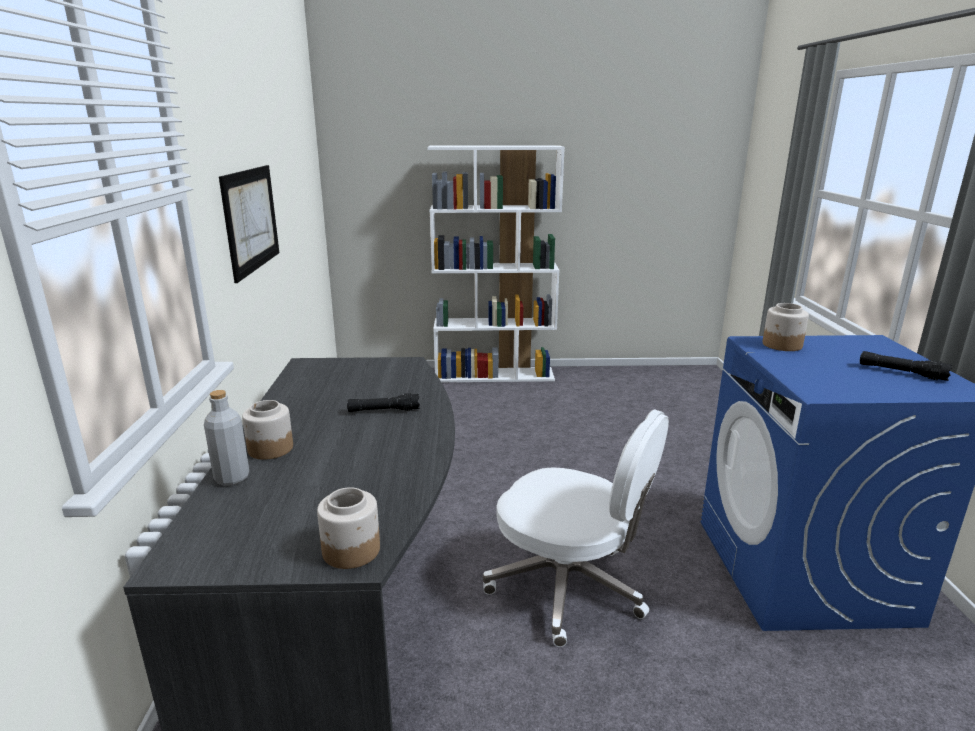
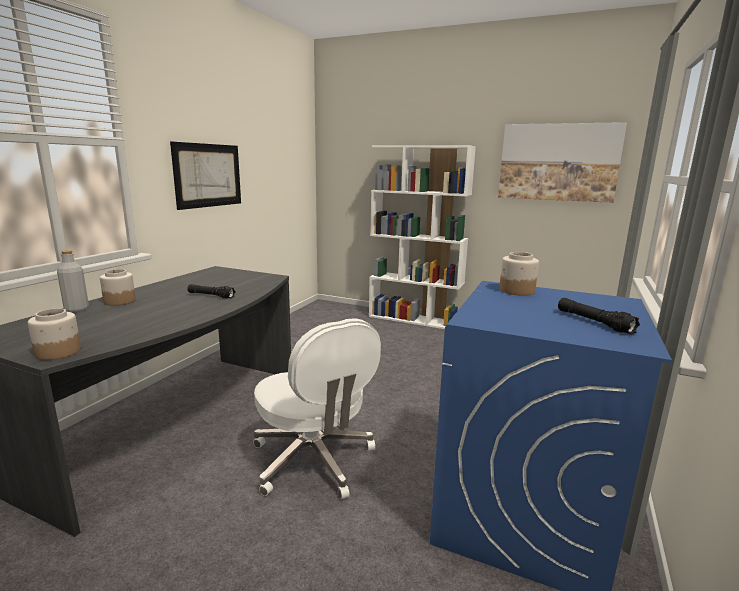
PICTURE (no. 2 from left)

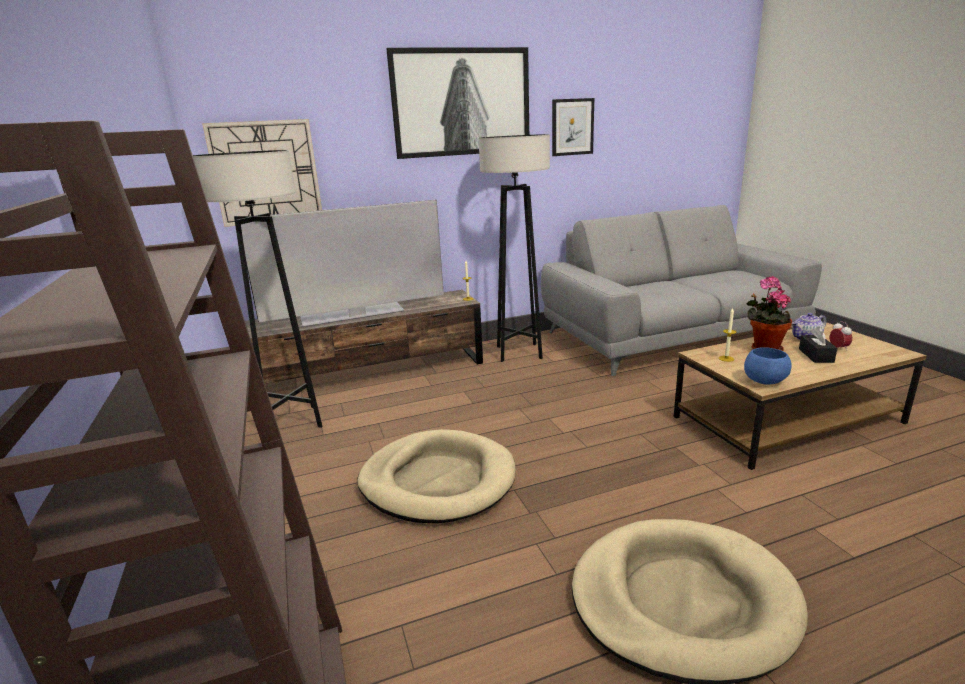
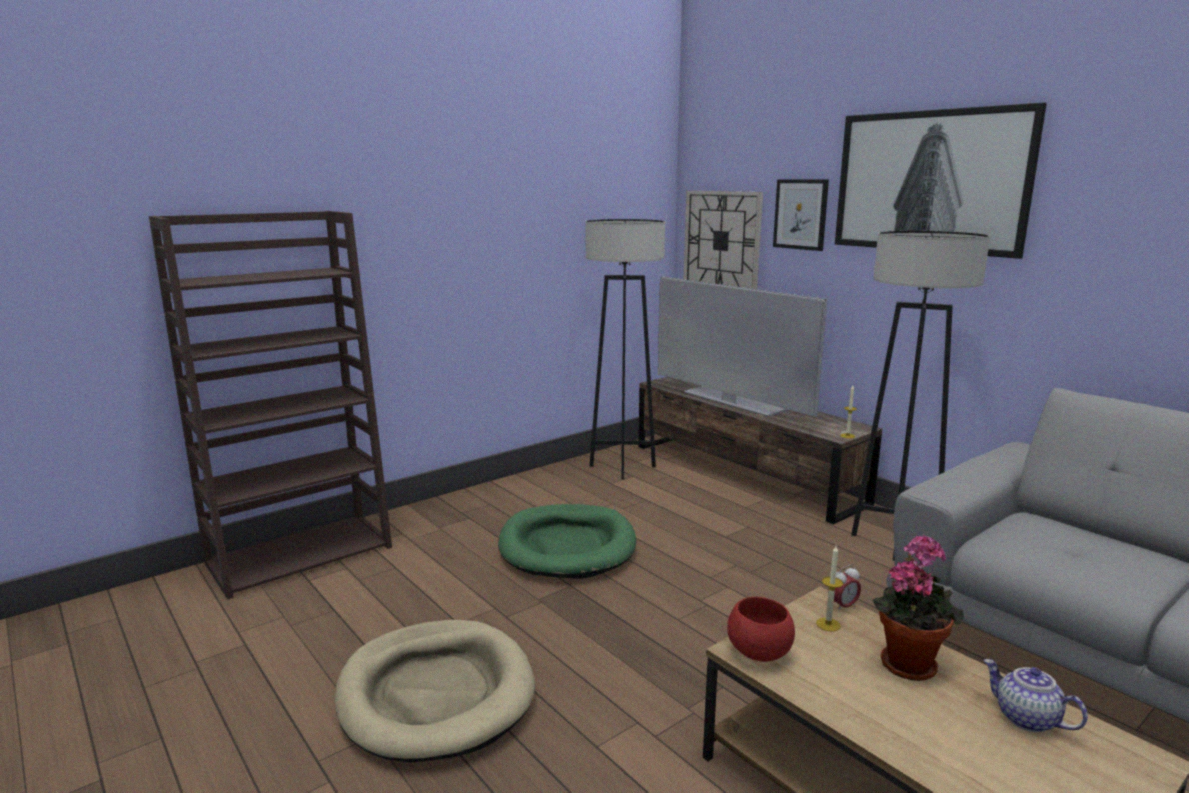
GREEN DOG BED
RED BOWL
PICTURE (no. 1 from left)
ALARM CLOCK
BLACK TISSUE BOX

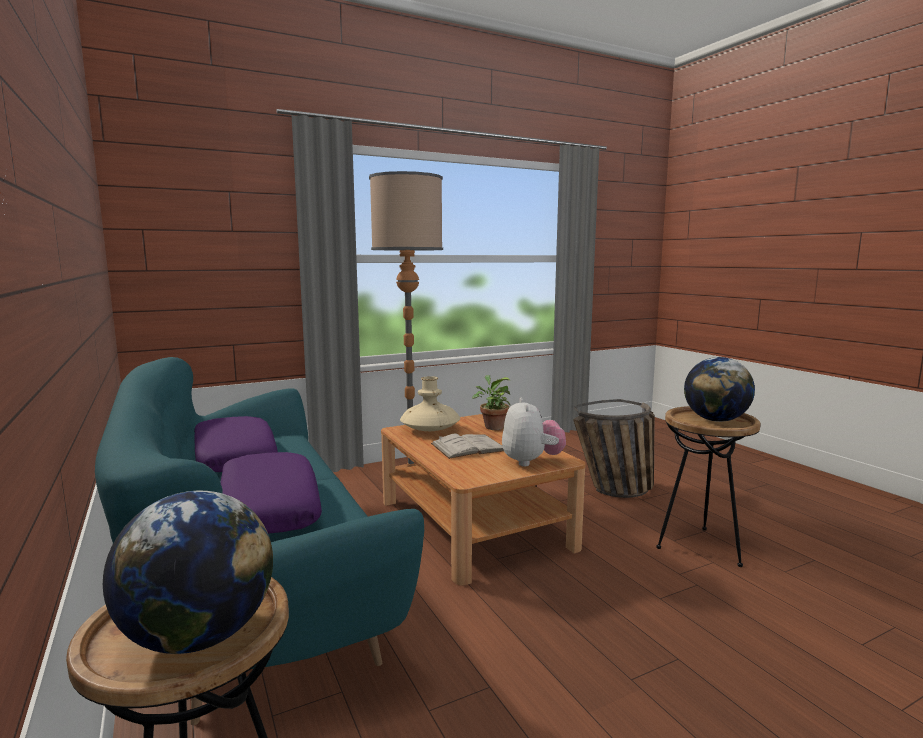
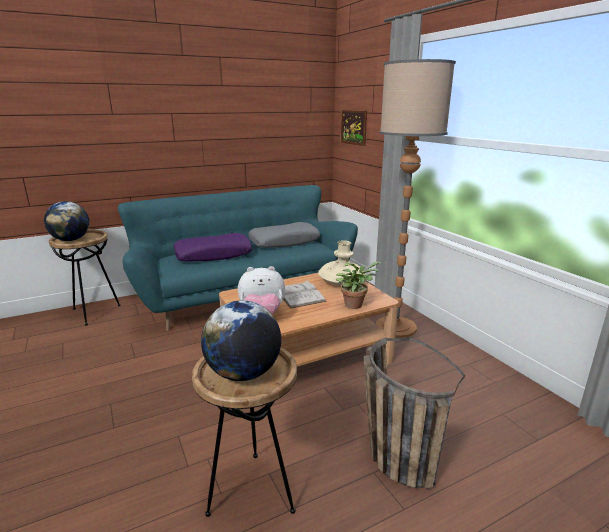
GREY PILLOW
PICTURE

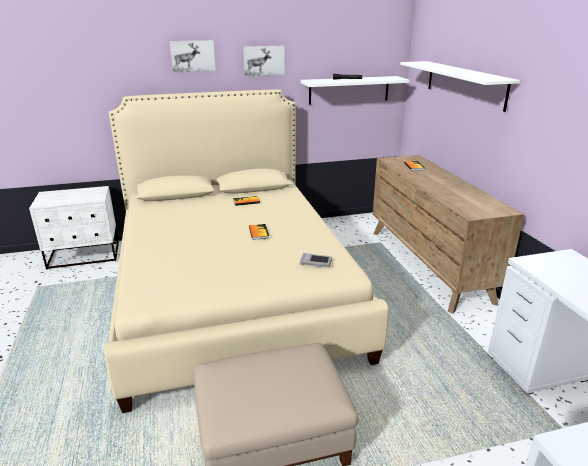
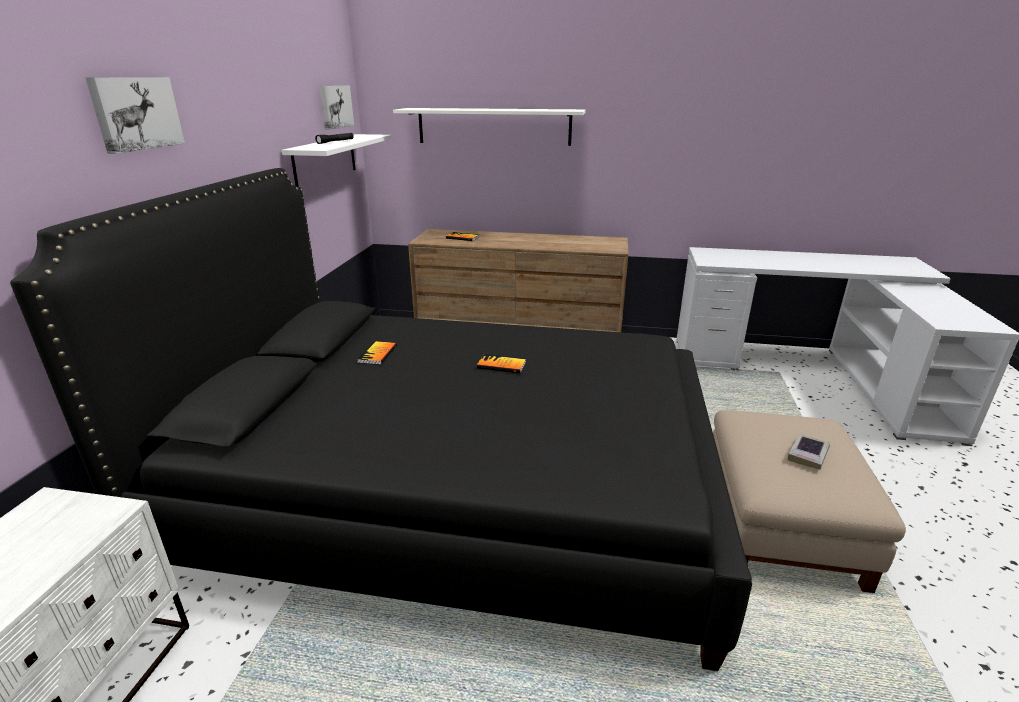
BLACK BED
PICTURE (no. 2 from left)
BOOK (no. 4 from left)

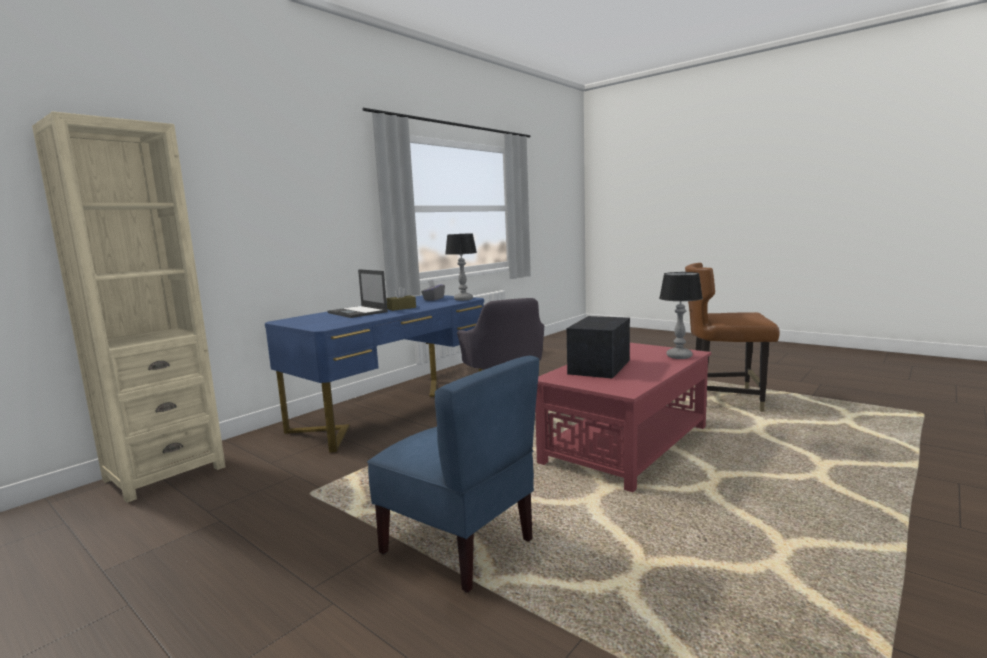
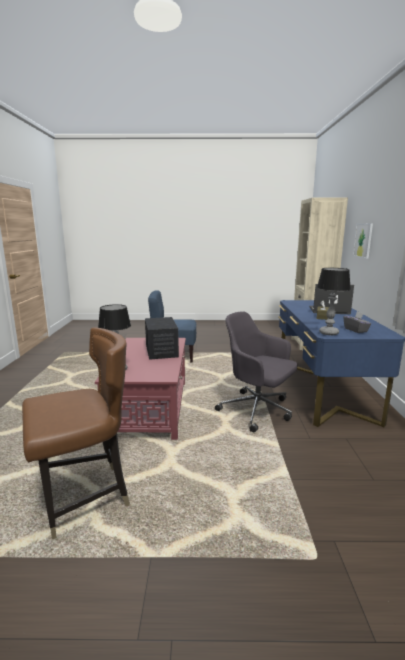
PICTURE

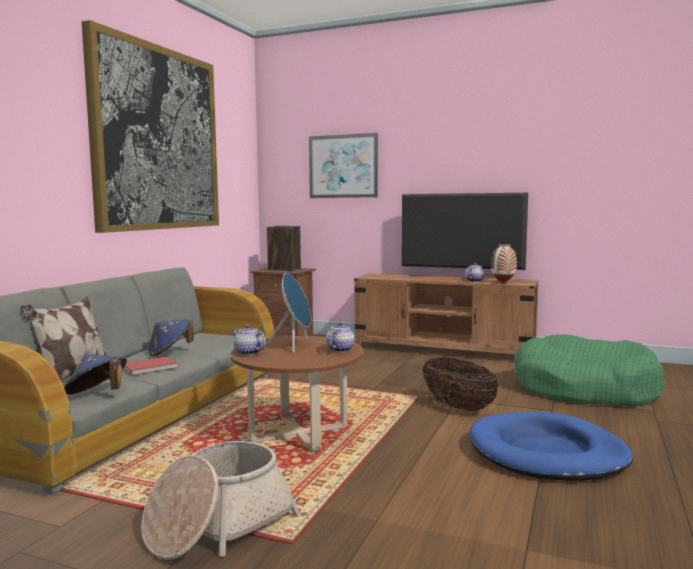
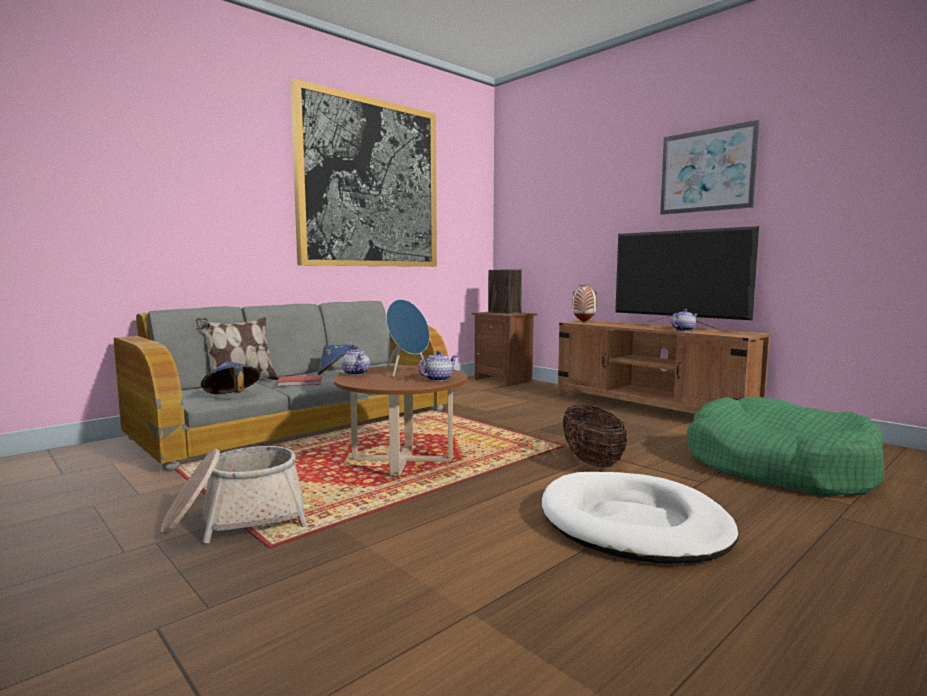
WHITE DOG BED
VASE
PICTURE (no. 2 from left)

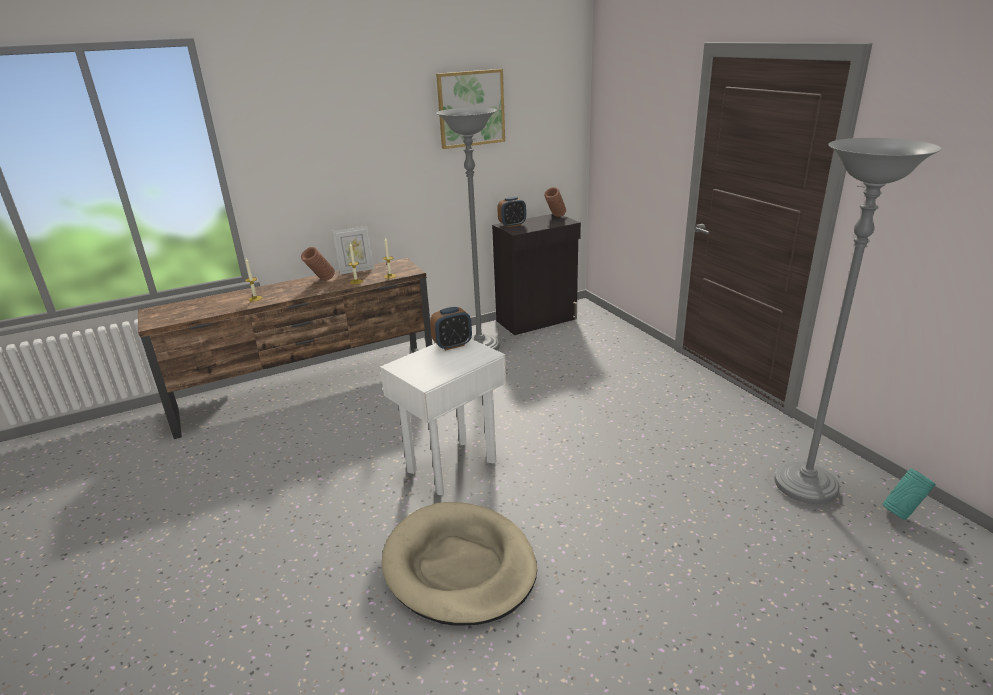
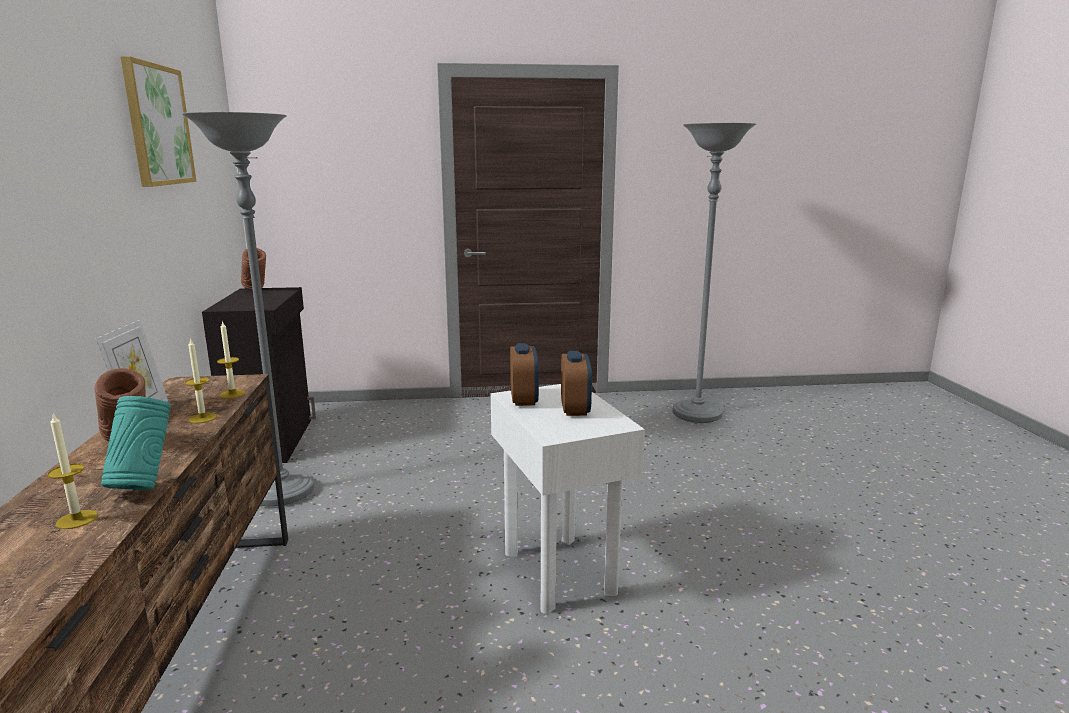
TURQUOISE VASE
ALARM CLOCK (no. 2 from left)
BEIGE DOG BED

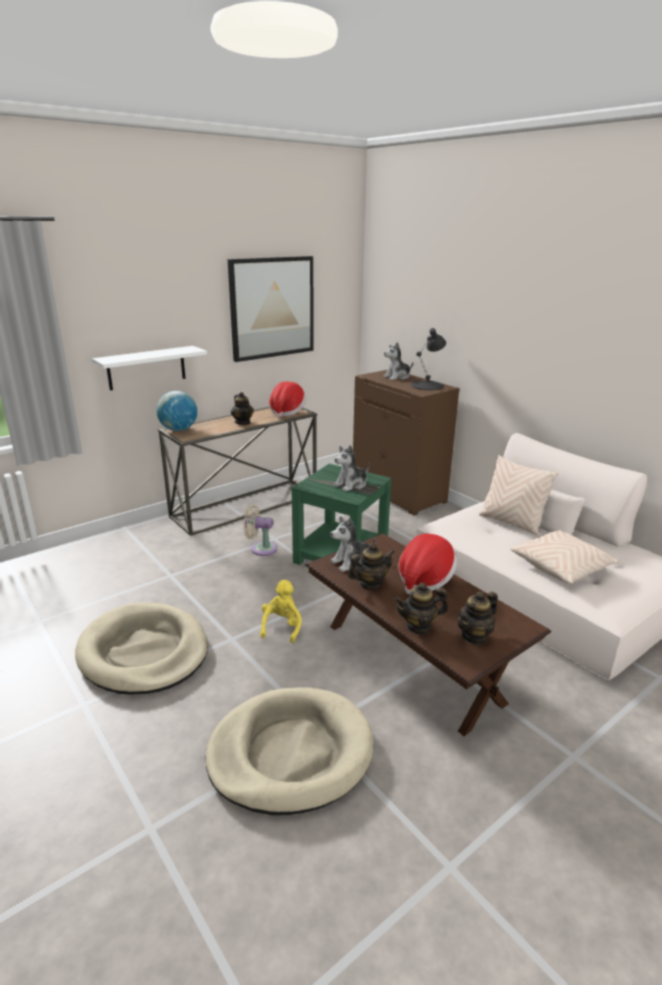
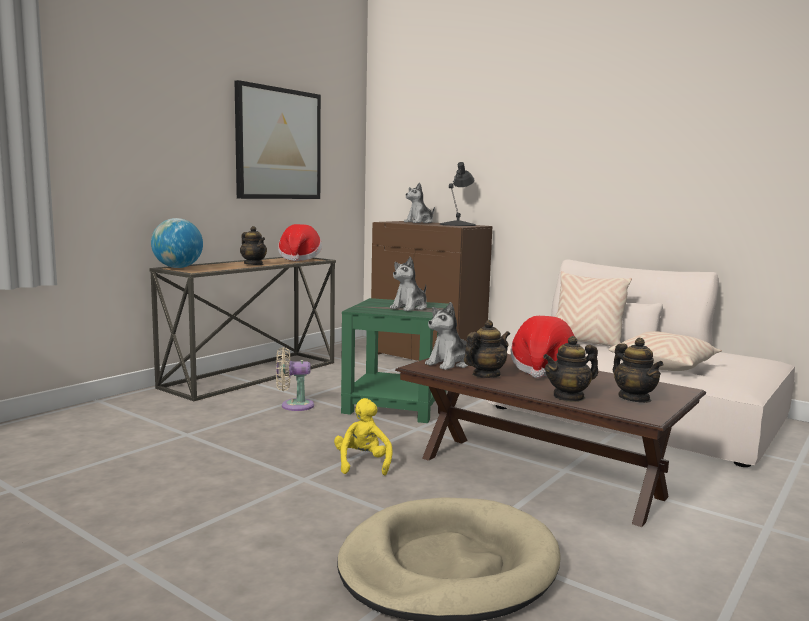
TEAPOT (no. 4 from left)
BEIGE DOG BED (no. 1 from left in the first image)
WHITE SHELF

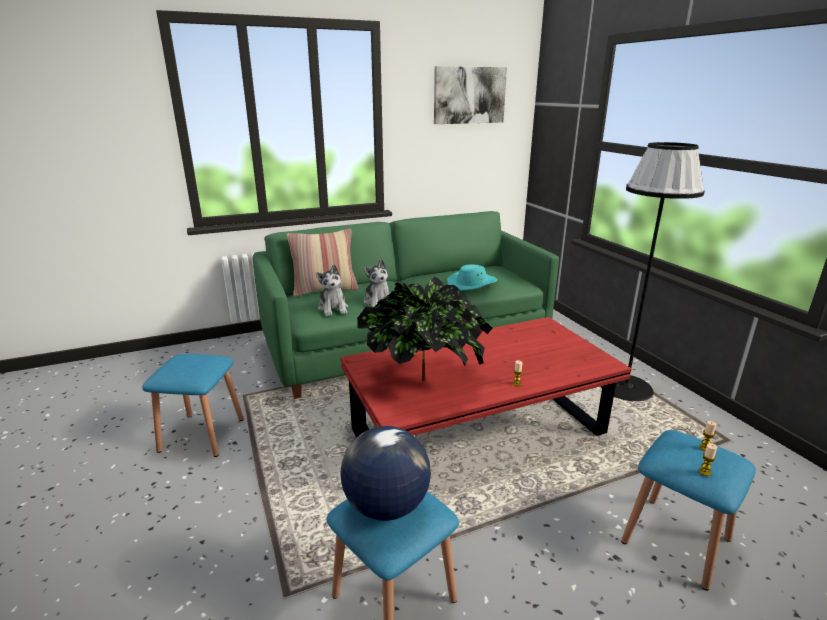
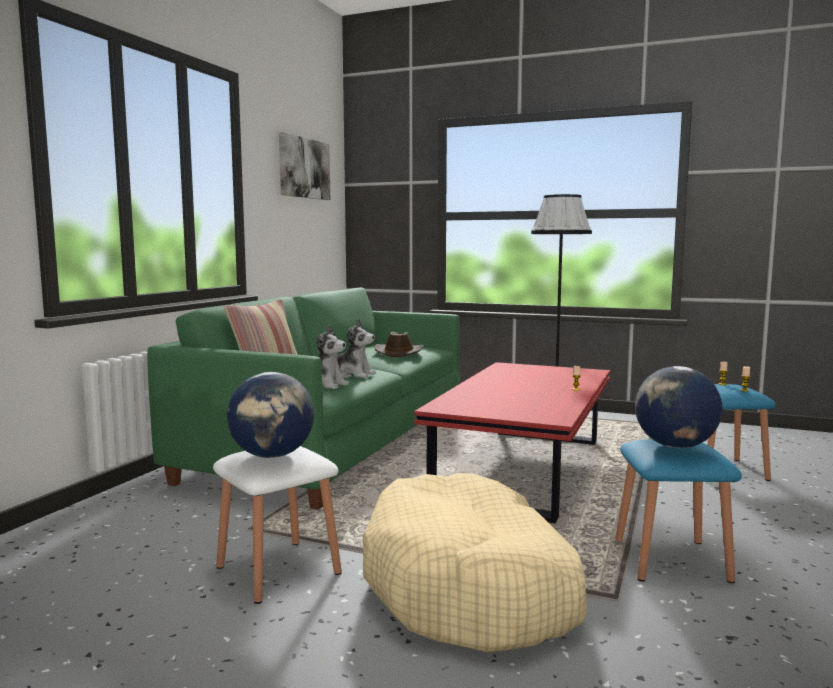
WHITE STOOL
GLOBE (no. 1 from left)
BEIGE DOG BED
BROWN HAT
POTTED PLANT

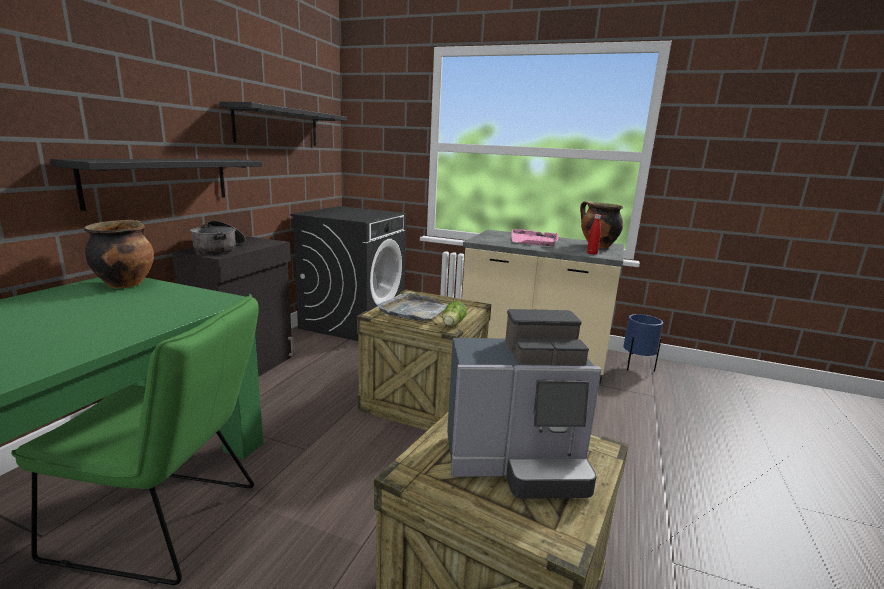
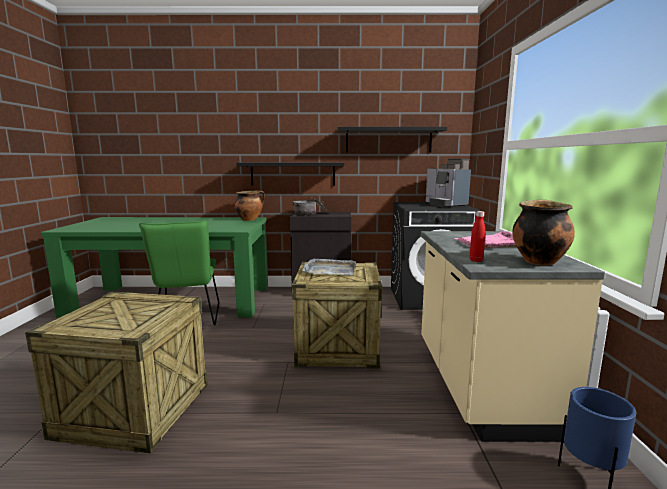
COFFEE MACHINE
LETTUCE

